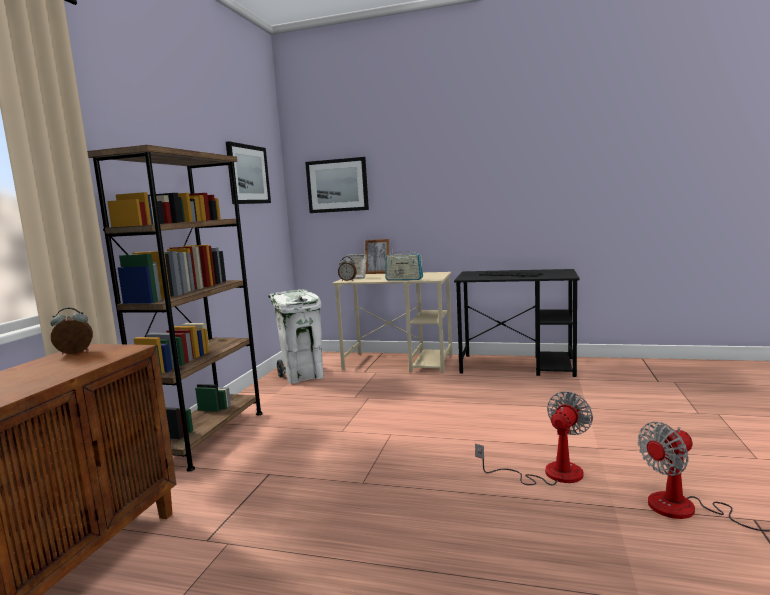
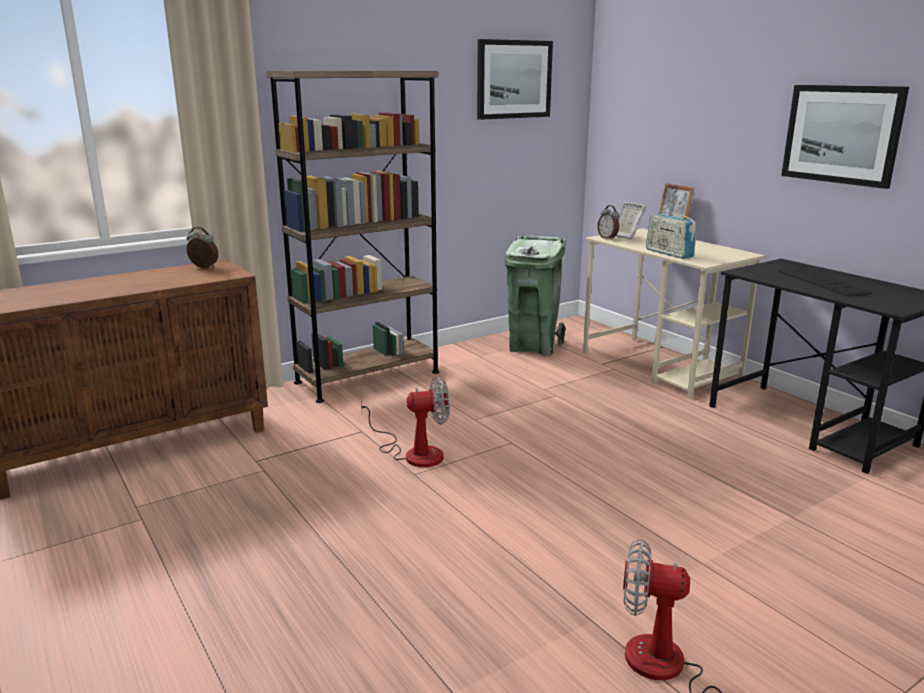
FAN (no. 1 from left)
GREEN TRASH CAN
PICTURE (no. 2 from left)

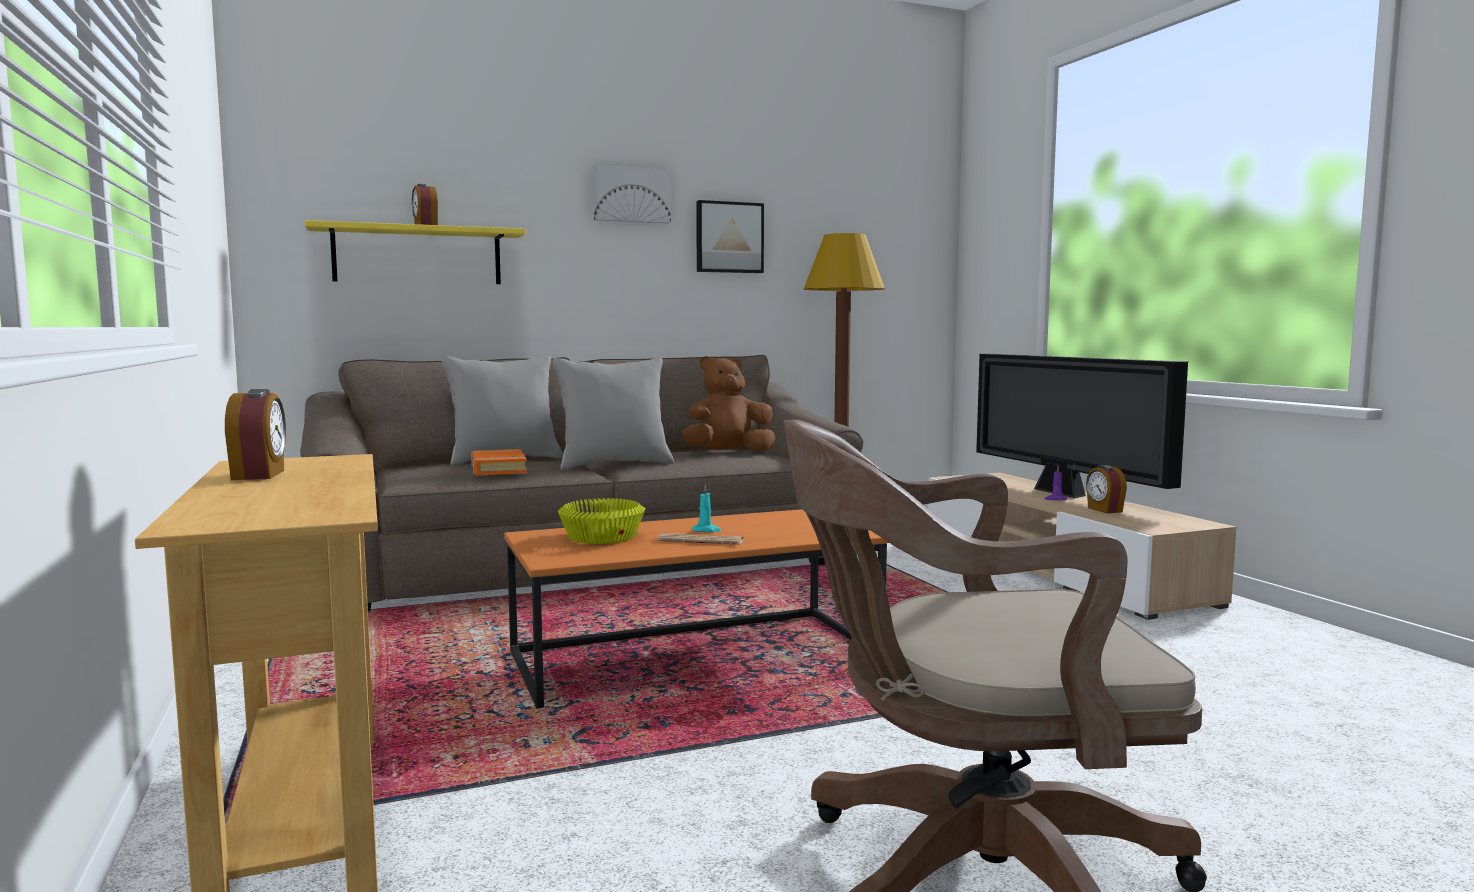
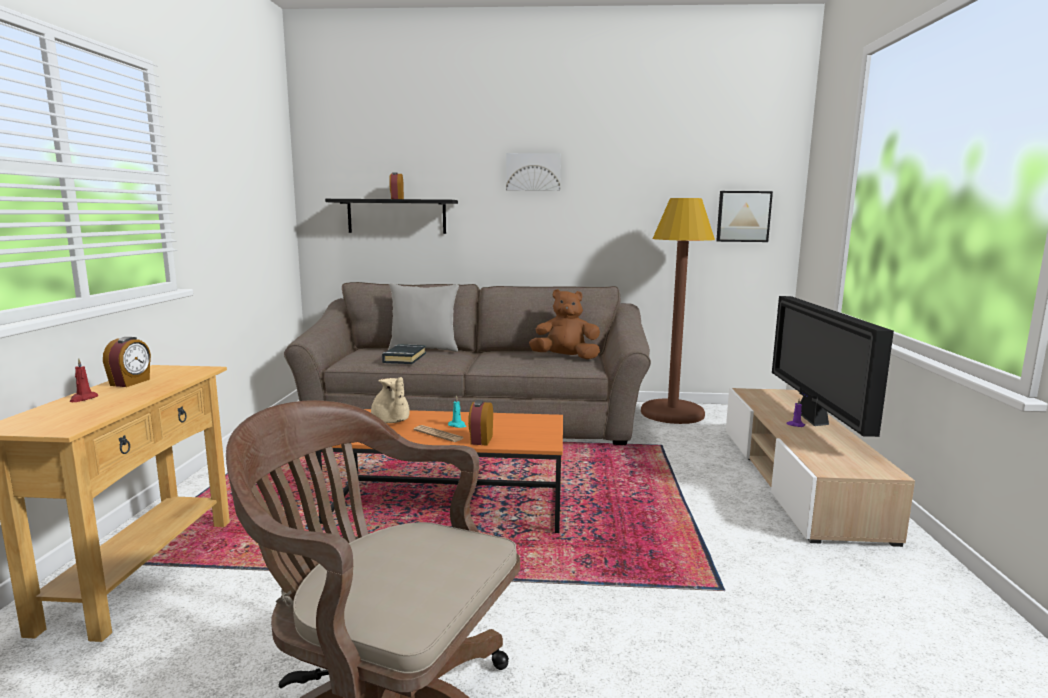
RED CANDLE
BLACK SHELF
BEIGE TEAPOT
BLACK BOOK
ALARM CLOCK (no. 3 from left)
PICTURE (no. 2 from left)
GREY PILLOW (no. 2 from left in the first image)

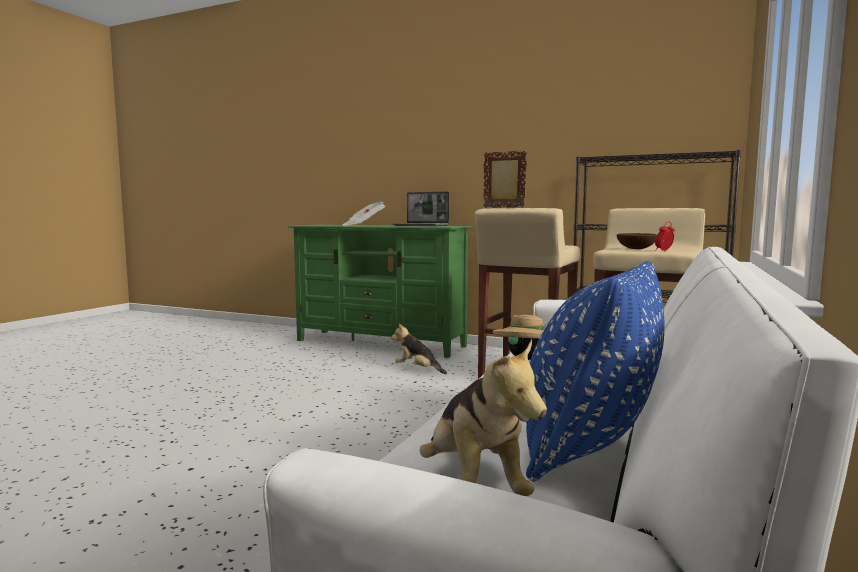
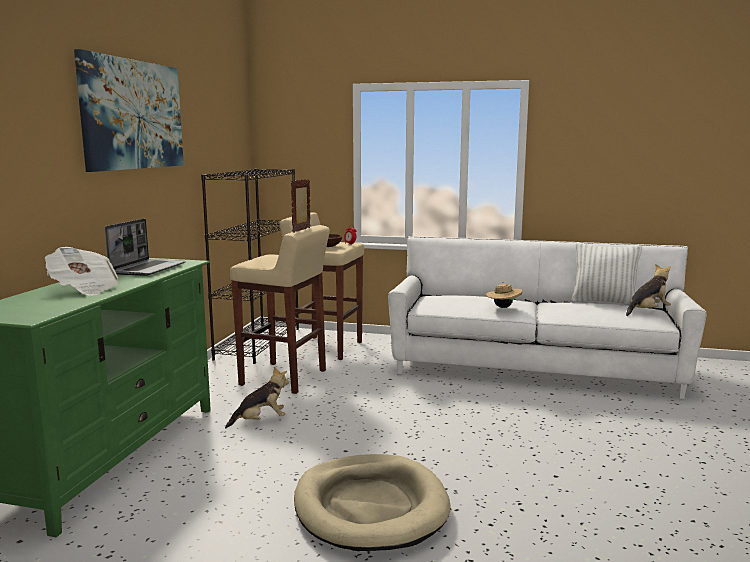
PICTURE
PLUSH TOY (no. 1 from left)
BEIGE DOG BED
WHITE PILLOW

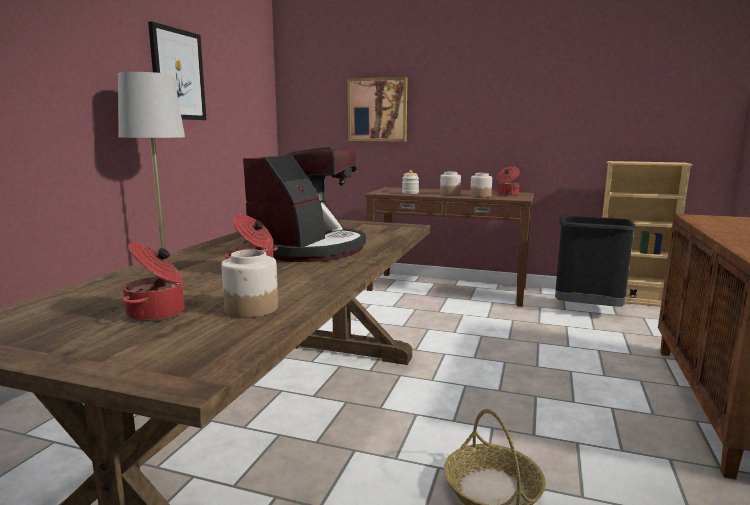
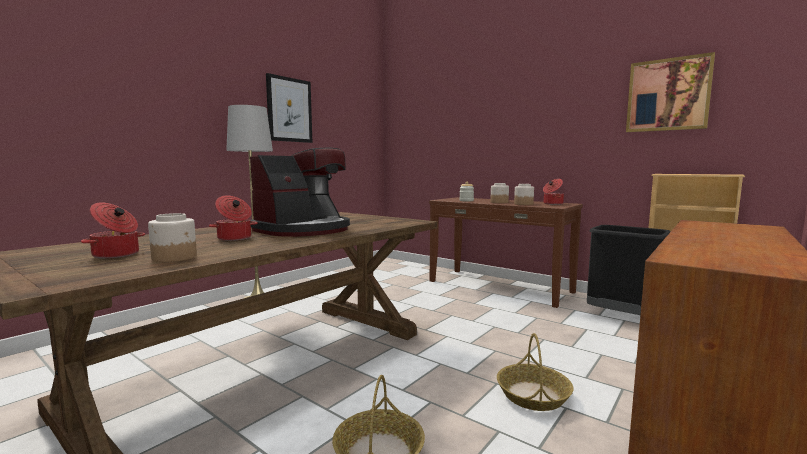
BASKET (no. 2 from left)
PICTURE (no. 2 from left)

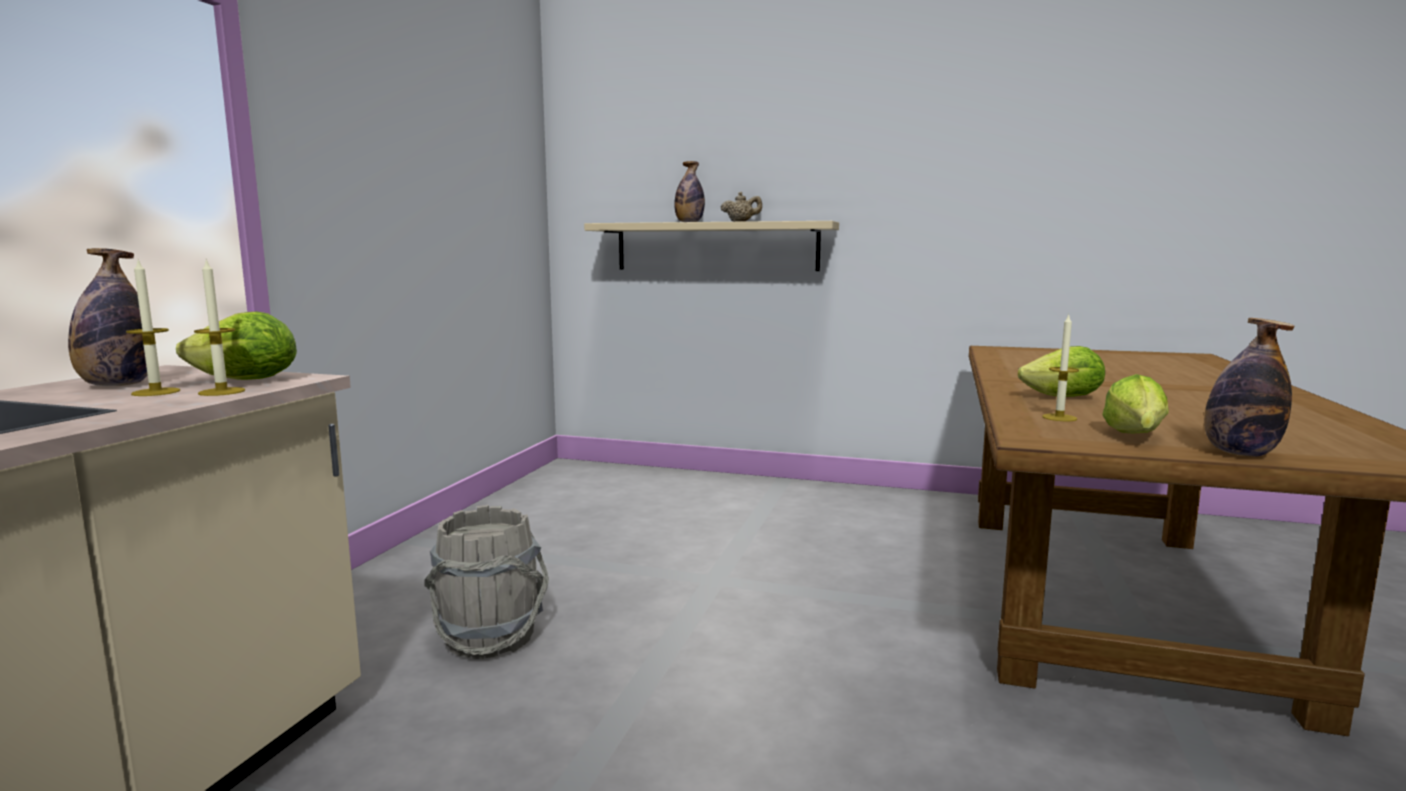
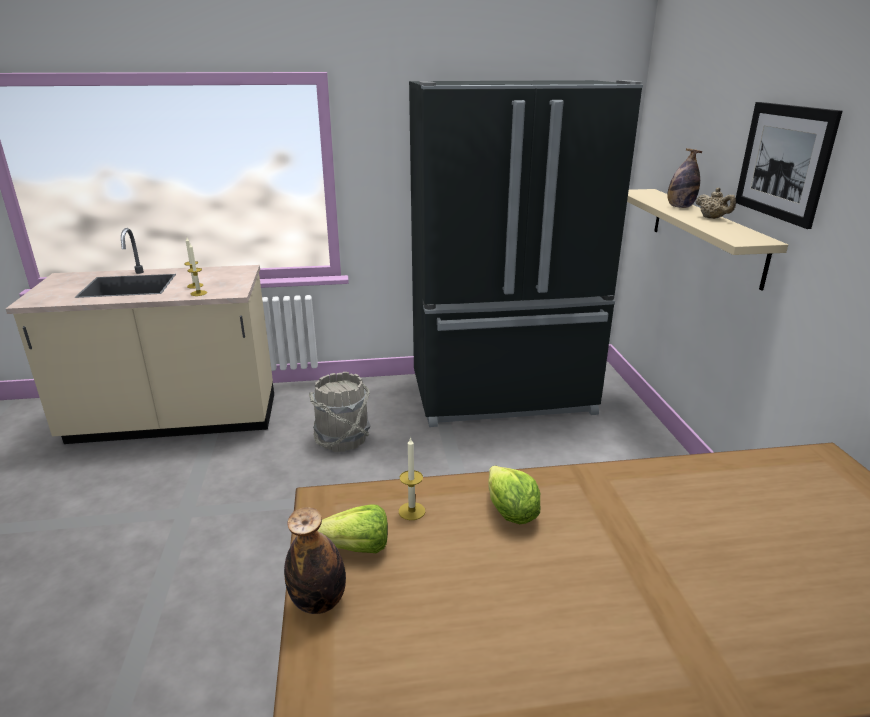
BLACK FRIDGE
PICTURE
BOTTLE (no. 1 from left in the first image)
LETTUCE (no. 1 from left in the first image)

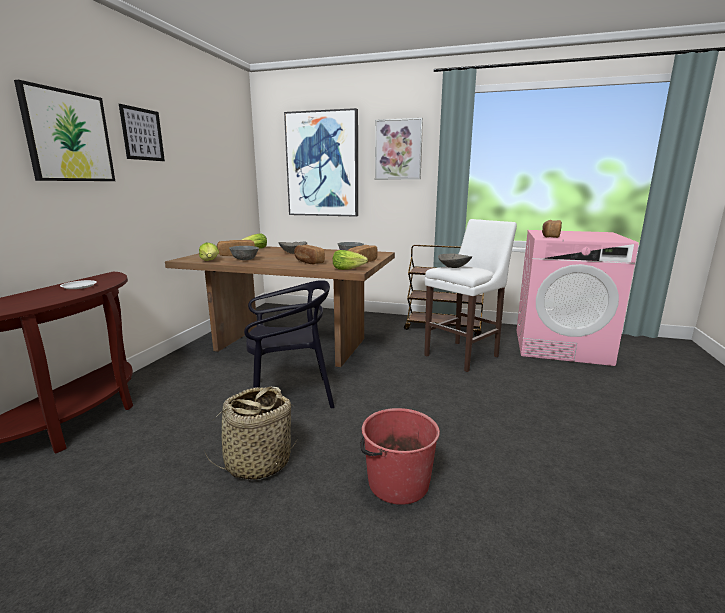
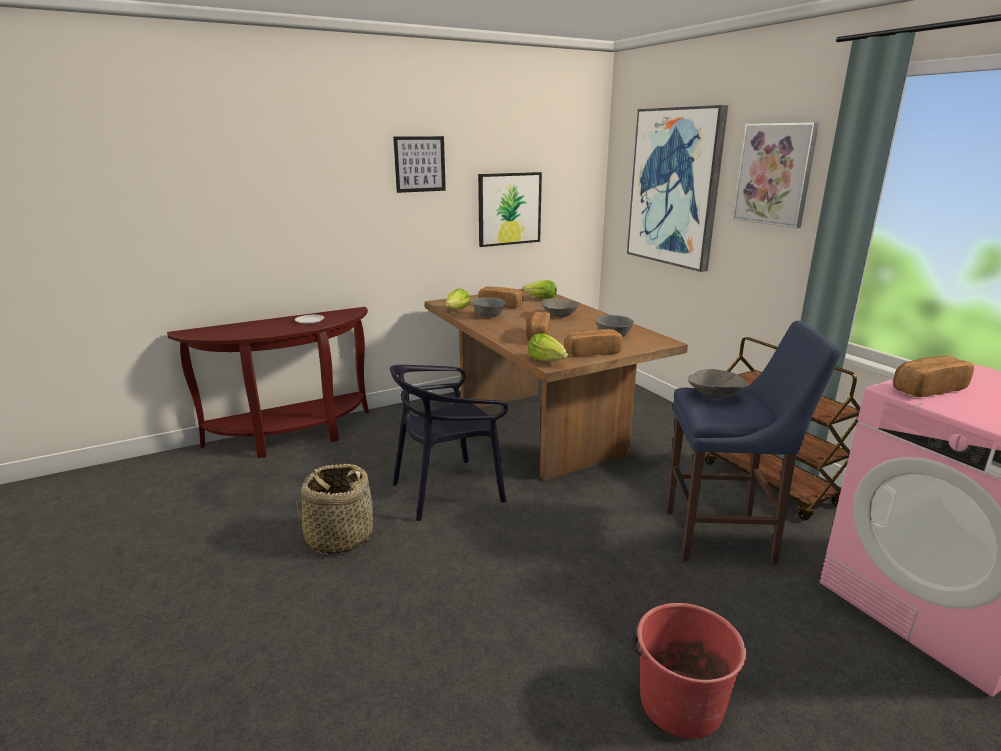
BLACK CHAIR
PICTURE (no. 2 from left)
RED BUCKET
BLUE STOOL

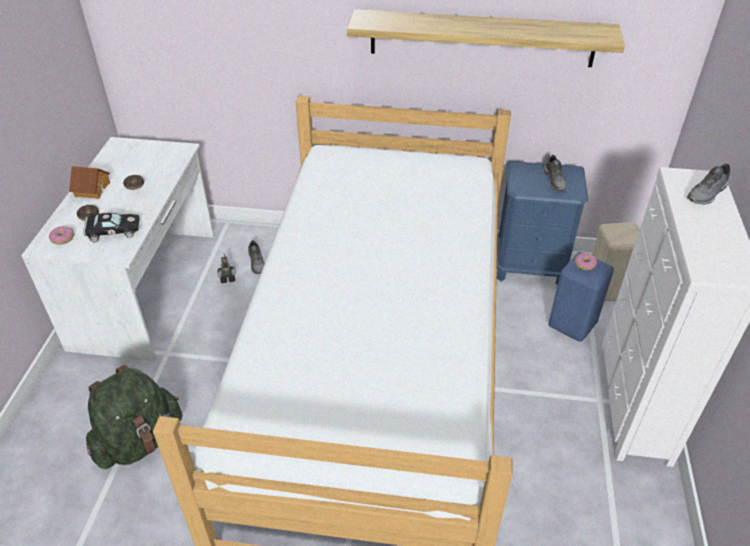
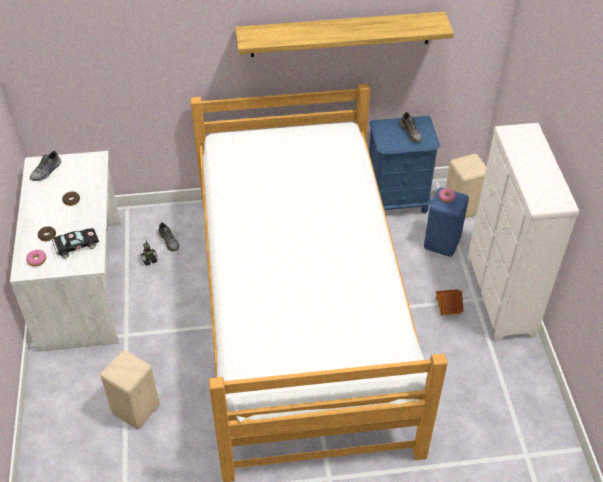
GREY SHOE (no. 1 from left)
BEIGE STOOL (no. 1 from left)
TOY HOUSE

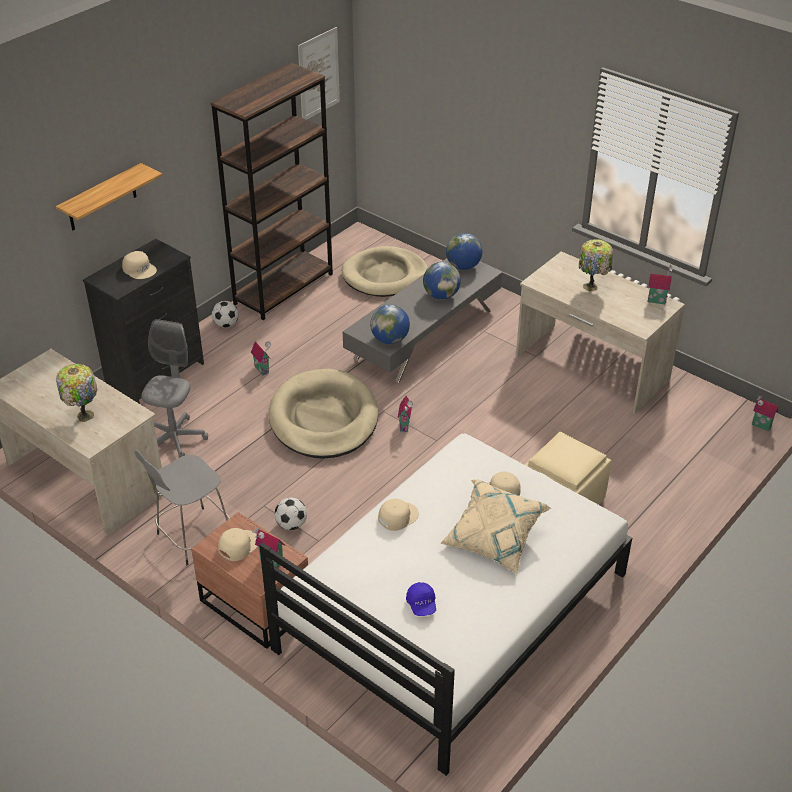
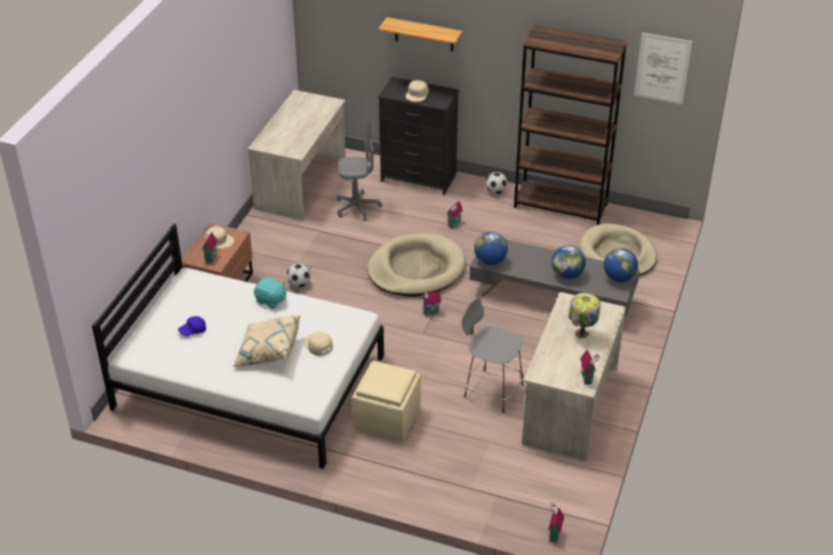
TURQUOISE PLUSH TOY
GREY STOOL
TABLE LAMP (no. 1 from left in the first image)

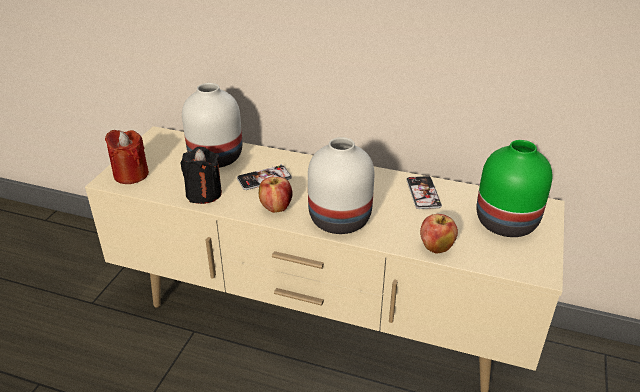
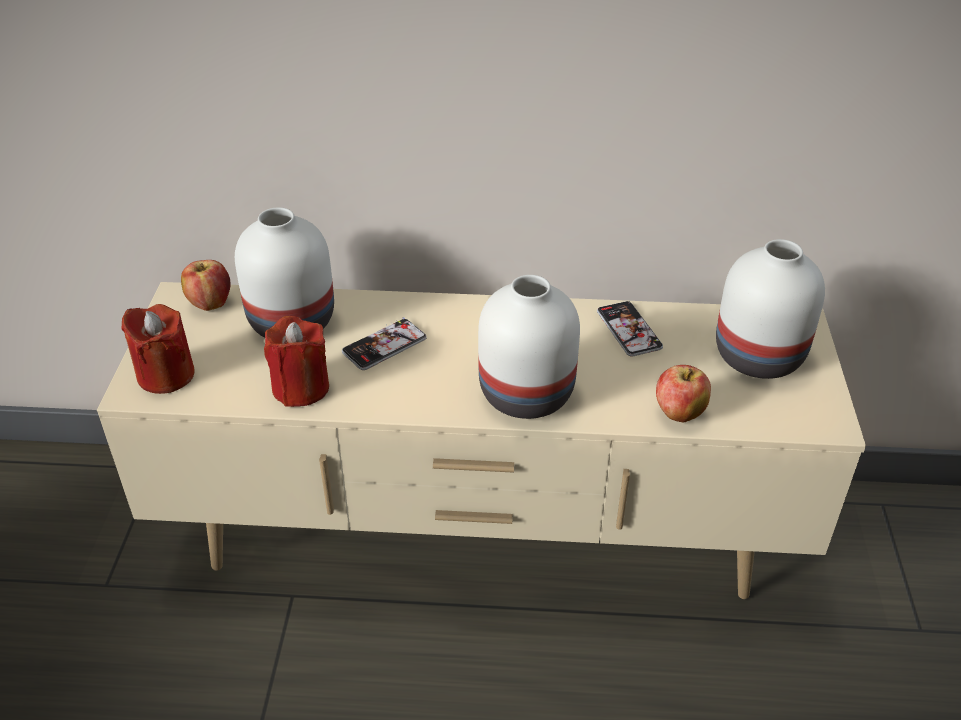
APPLE (no. 1 from left)
RED CANDLE (no. 2 from left)
WHITE VASE (no. 3 from left)

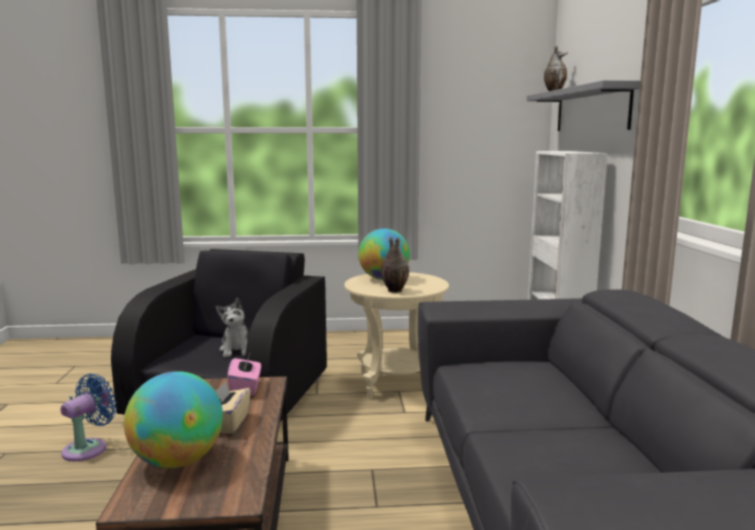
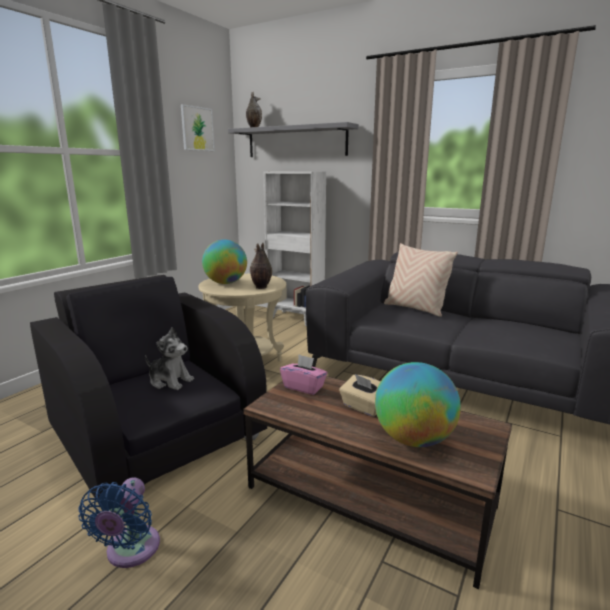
BLUE FAN
PICTURE
BEIGE PILLOW

